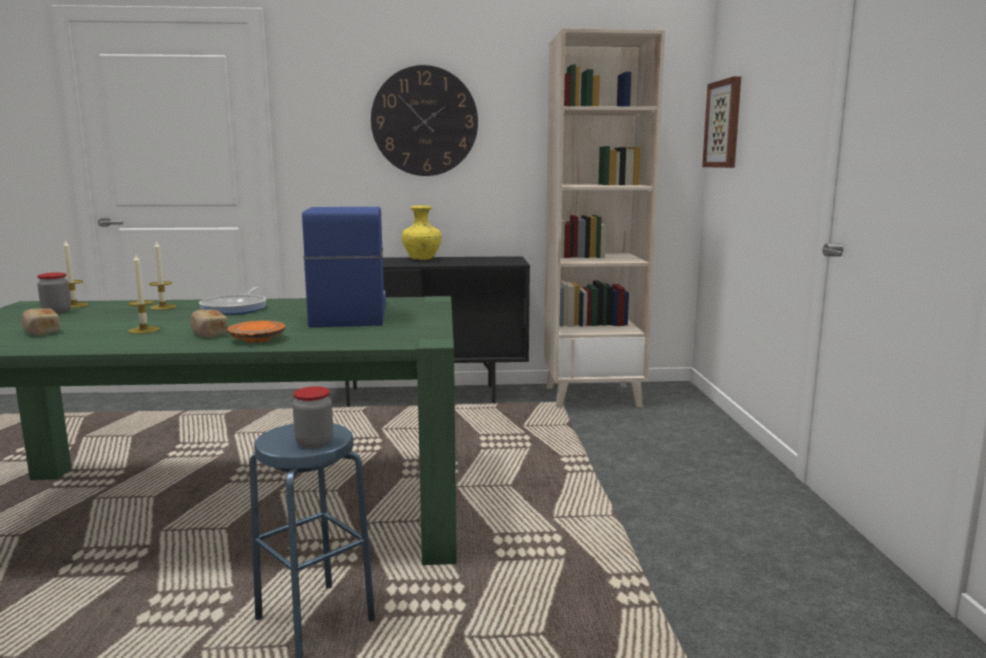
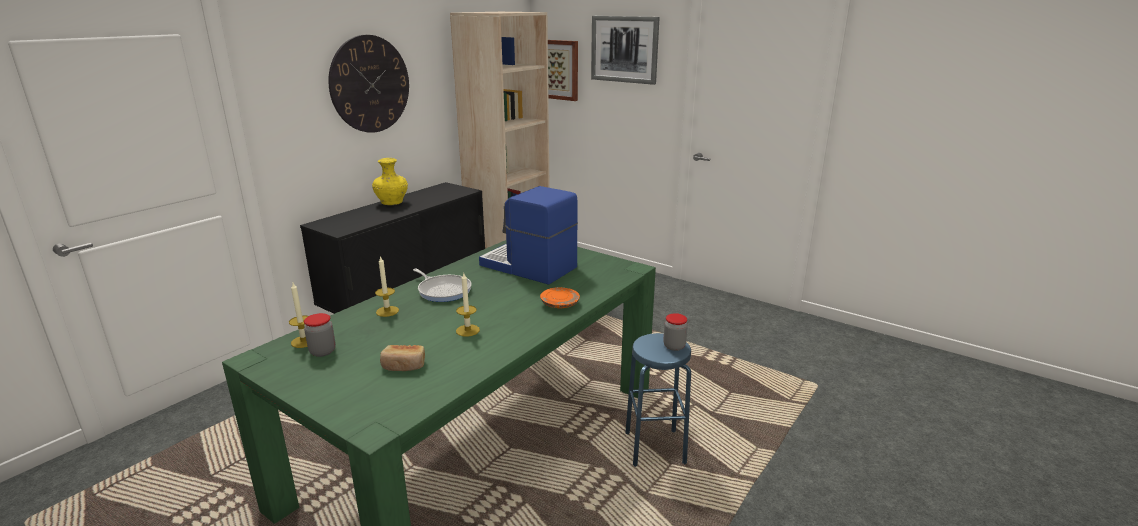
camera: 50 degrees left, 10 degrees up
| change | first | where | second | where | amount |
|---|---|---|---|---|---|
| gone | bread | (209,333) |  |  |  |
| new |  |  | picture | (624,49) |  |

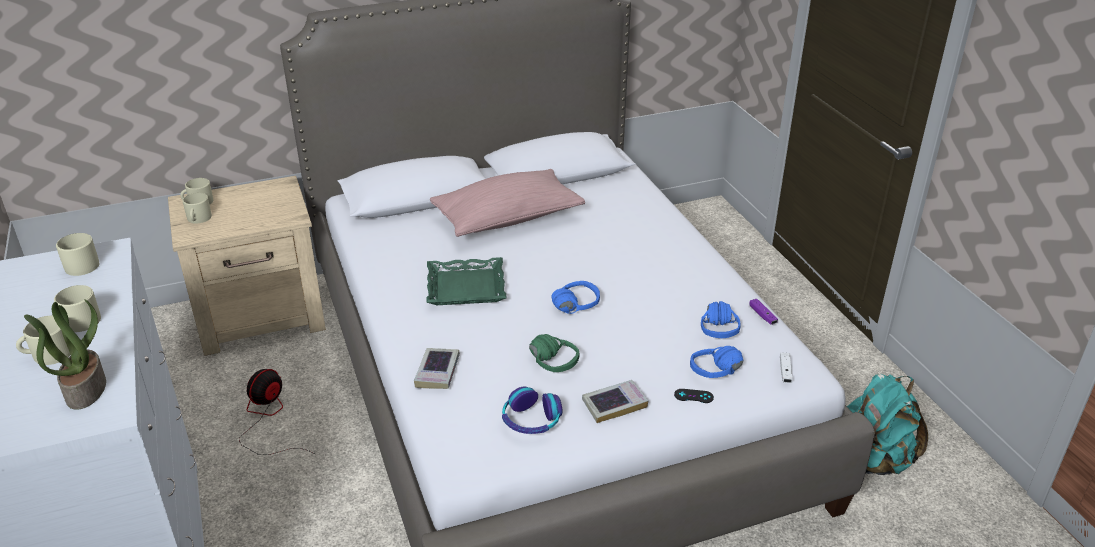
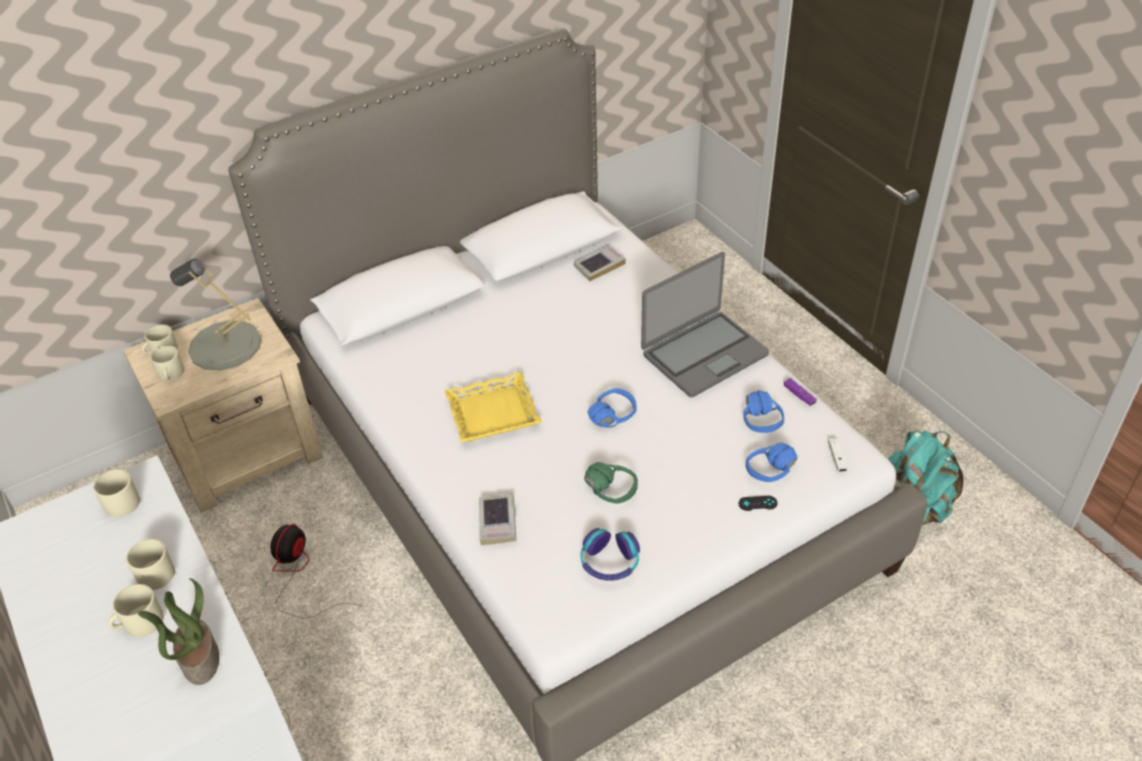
camera: 10 degrees left, 10 degrees up
| change | first | where | second | where | amount |
|---|---|---|---|---|---|
| gone | pillow (pink) | (507,218) |  |  |  |
| repainted | tray (green) | (466,288) | tray (yellow) | (493,414) |  |
| shifted | book | (614,404) |  | (599,266) |  |
| new |  |  | laptop | (703,354) |  |
| new |  |  | table lamp (grey) | (225,345) |  |

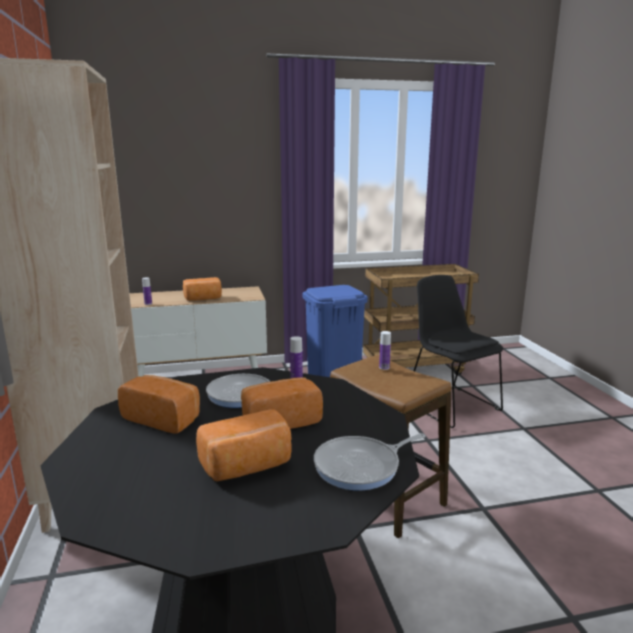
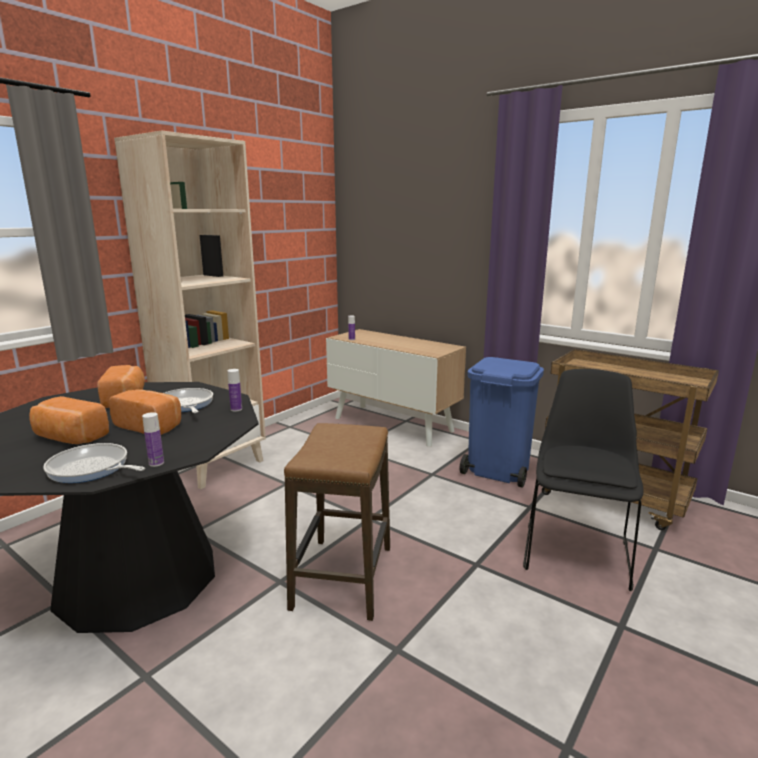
camera: 50 degrees right, 0 degrees up
| change | first | where | second | where | amount |
|---|---|---|---|---|---|
| gone | bread | (203,299) |  |  |  |
| shifted | bottle | (384,367) |  | (156,463) |  |

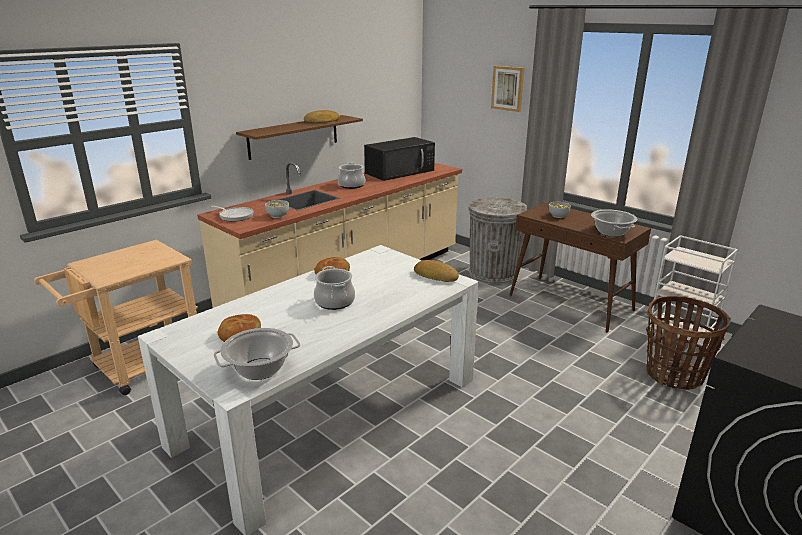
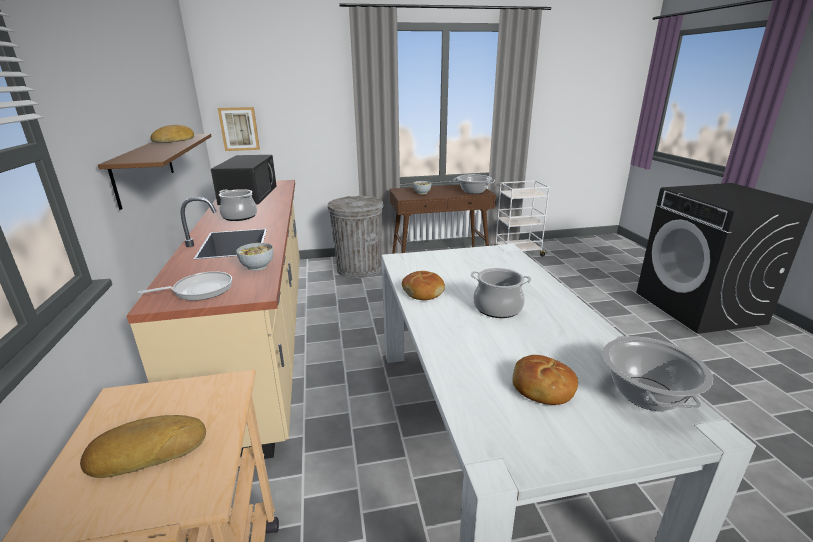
camera: 55 degrees left, 0 degrees up
| change | first | where | second | where | amount |
|---|---|---|---|---|---|
| shifted | picture | (508,88) |  | (239,129) |  |
| shifted | bread | (436,275) |  | (147,450) |  |
| gone | basket | (674,375) |  |  |  |

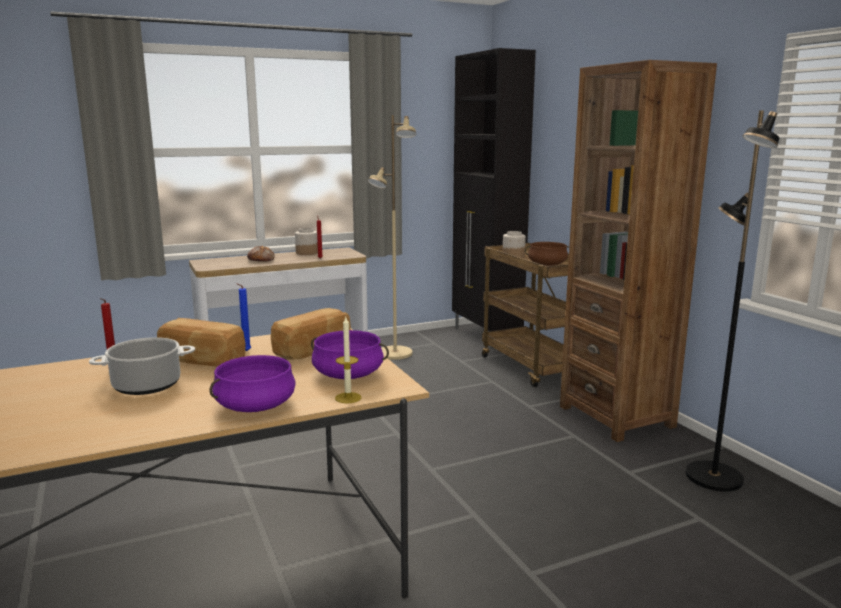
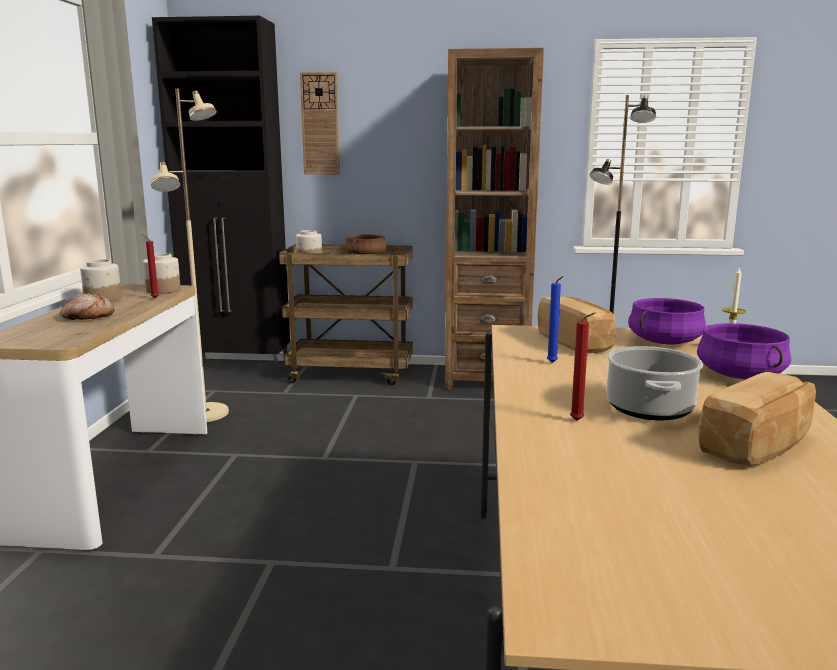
camera: 60 degrees left, 0 degrees up
| change | first | where | second | where | amount |
|---|---|---|---|---|---|
| shifted | bread | (201,360) |  | (759,446) |  |
| new |  |  | wall clock | (320,124) |  |
| new |  |  | jar | (163,290) |  |

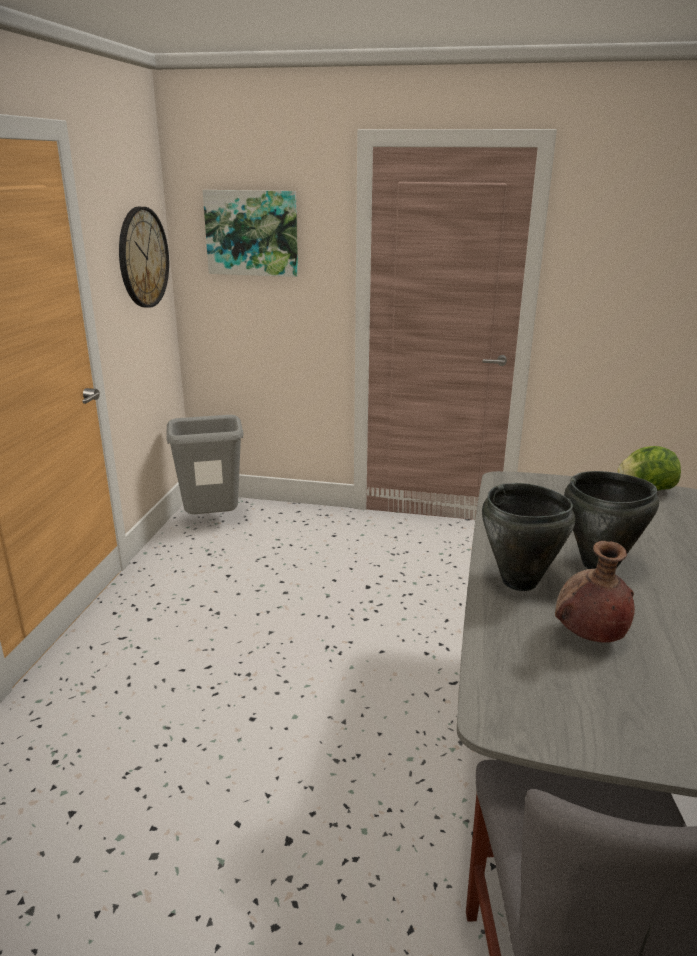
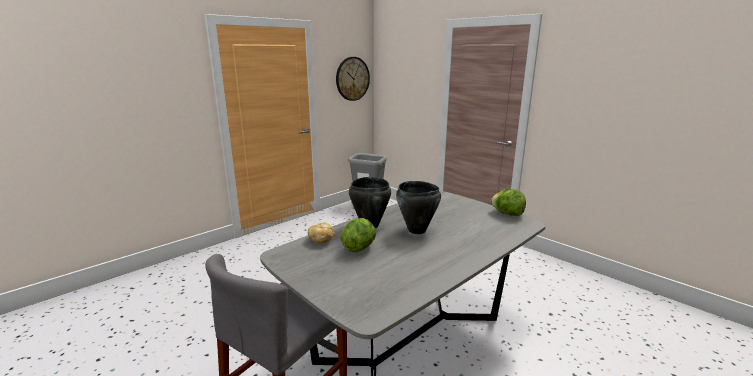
camera: 35 degrees right, 5 degrees down
| change | first | where | second | where | amount |
|---|---|---|---|---|---|
| gone | picture | (252,233) |  |  |  |
| swapped | vase (brown) | (588,637) | lettuce | (359,247) |  |
| new |  |  | bread | (322,239) |  |

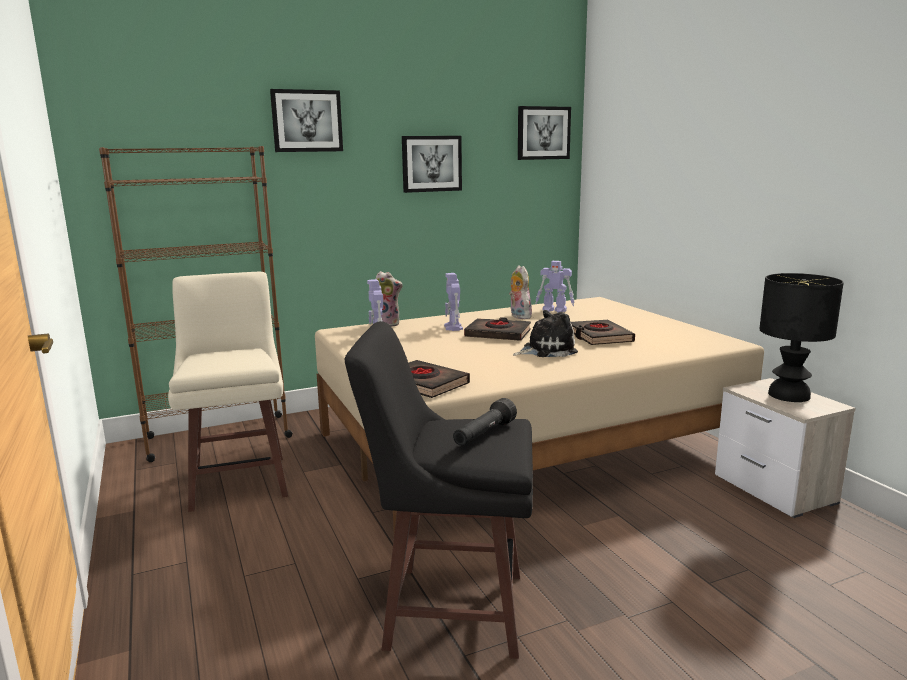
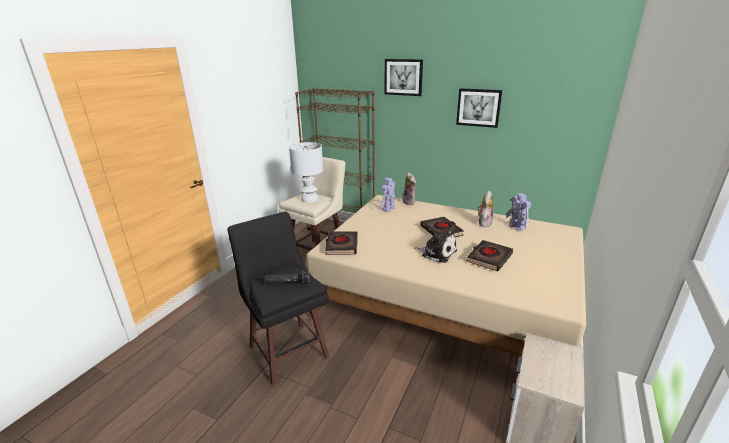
camera: 50 degrees right, 10 degrees up
| change | first | where | second | where | amount |
|---|---|---|---|---|---|
| gone | picture | (543,133) |  |  |  |
| gone | toy robot | (453,327) |  |  |  |
| gone | table lamp (black) | (788,395) |  |  |  |
| new |  |  | table lamp (white) | (309,199) |  |

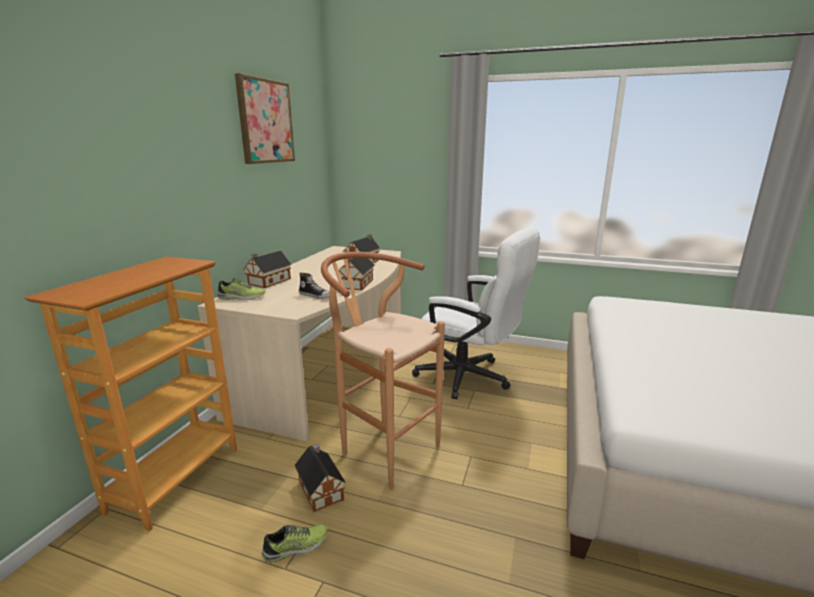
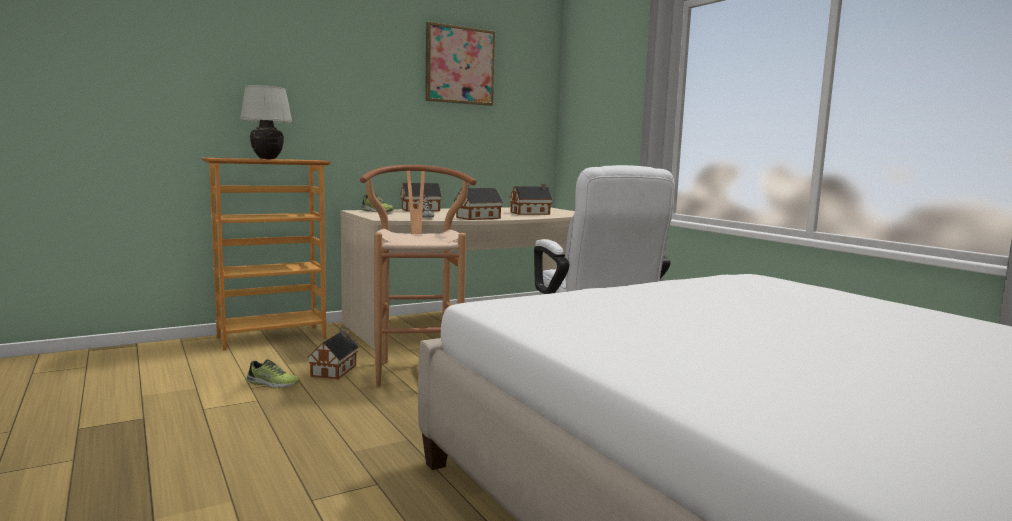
camera: 40 degrees right, 10 degrees down
| change | first | where | second | where | amount |
|---|---|---|---|---|---|
| new |  |  | table lamp (white) | (267,159) |  |

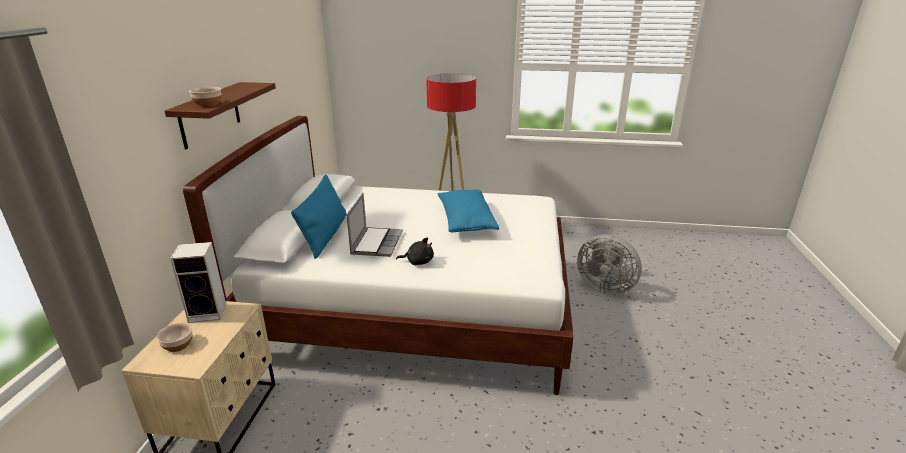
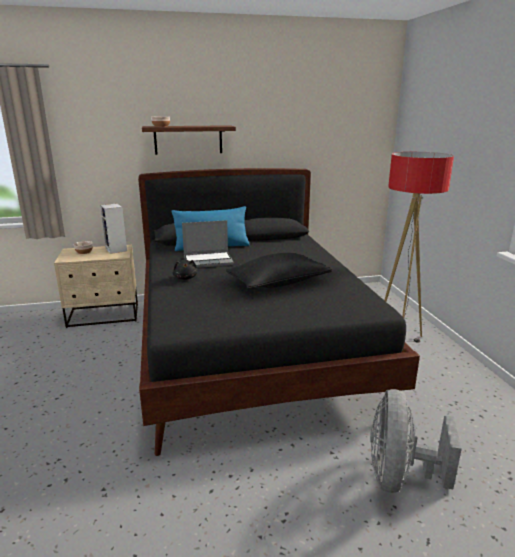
camera: 70 degrees right, 5 degrees down
| change | first | where | second | where | amount |
|---|---|---|---|---|---|
| repainted | bed (white) | (414,308) | bed (black) | (250,348) |  |
| repainted | pillow (blue) | (466,222) | pillow (black) | (278,283) |  |

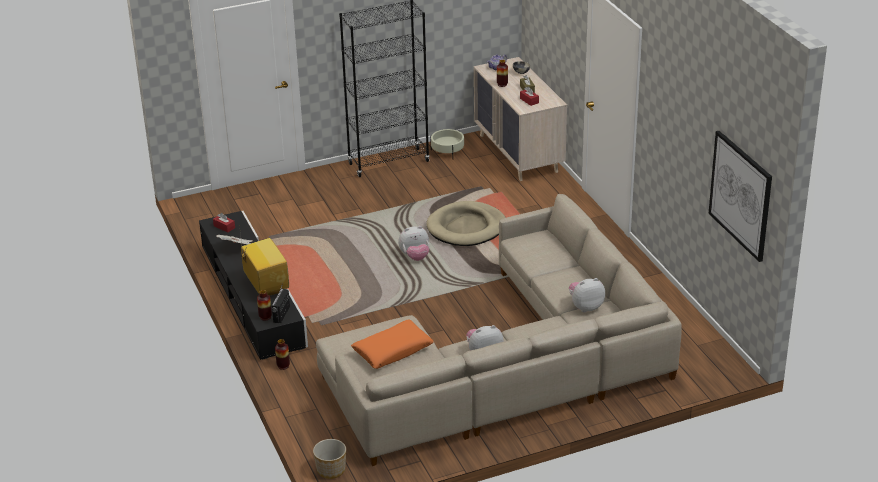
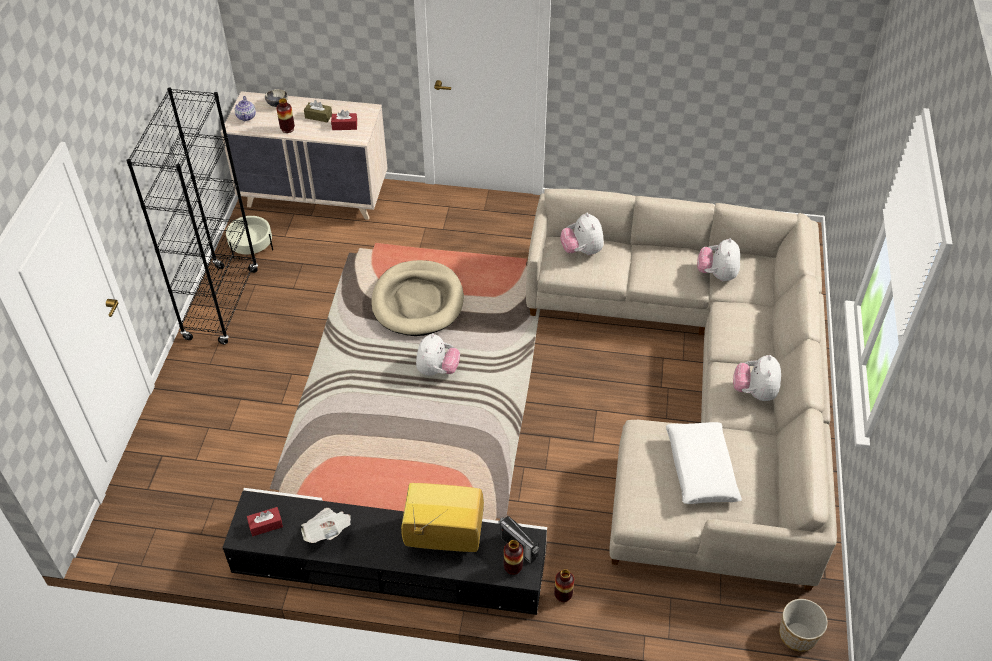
camera: 60 degrees left, 15 degrees up
| change | first | where | second | where | amount |
|---|---|---|---|---|---|
| gone | picture | (740,195) |  |  |  |
| repainted | pillow (orange) | (392,351) | pillow (white) | (700,469) |  |
| new |  |  | plush toy | (582,251) |  |

